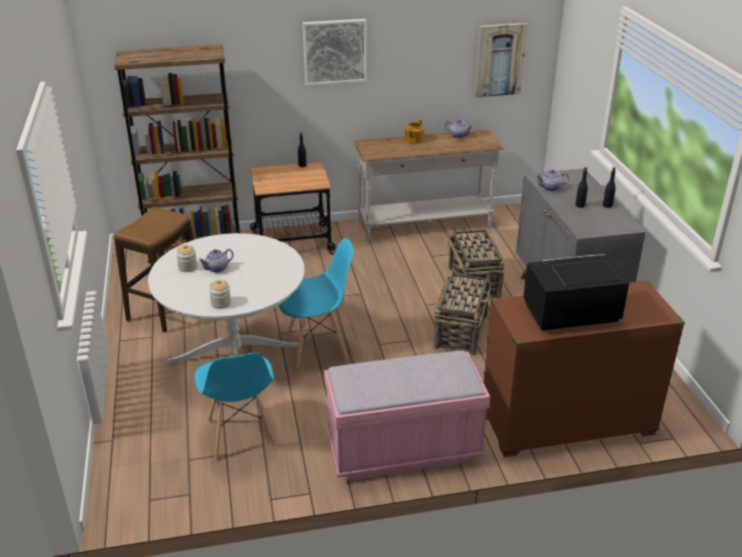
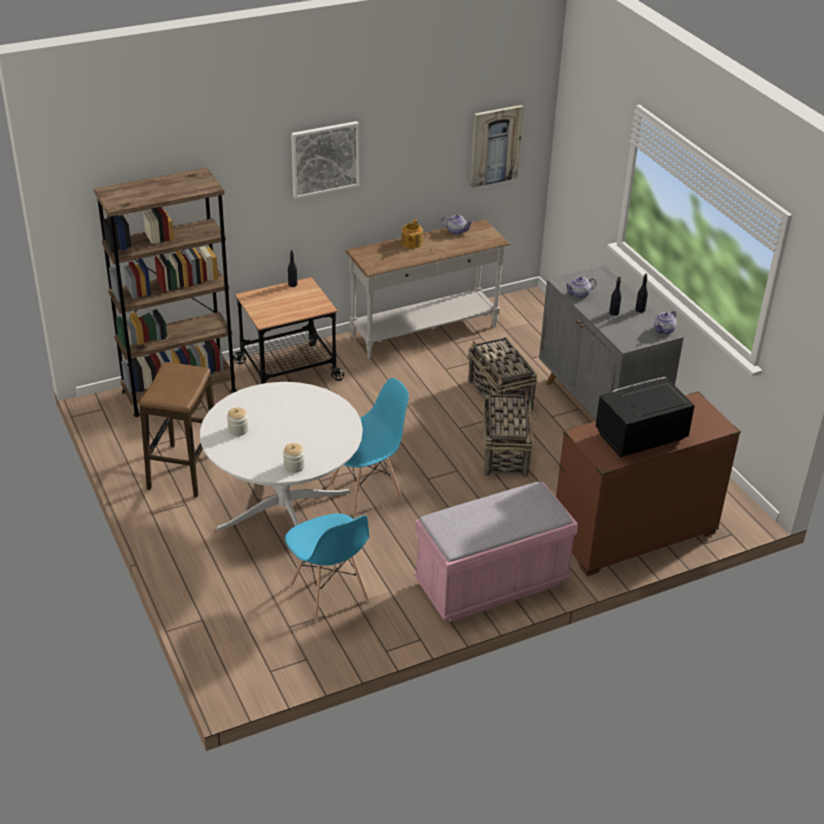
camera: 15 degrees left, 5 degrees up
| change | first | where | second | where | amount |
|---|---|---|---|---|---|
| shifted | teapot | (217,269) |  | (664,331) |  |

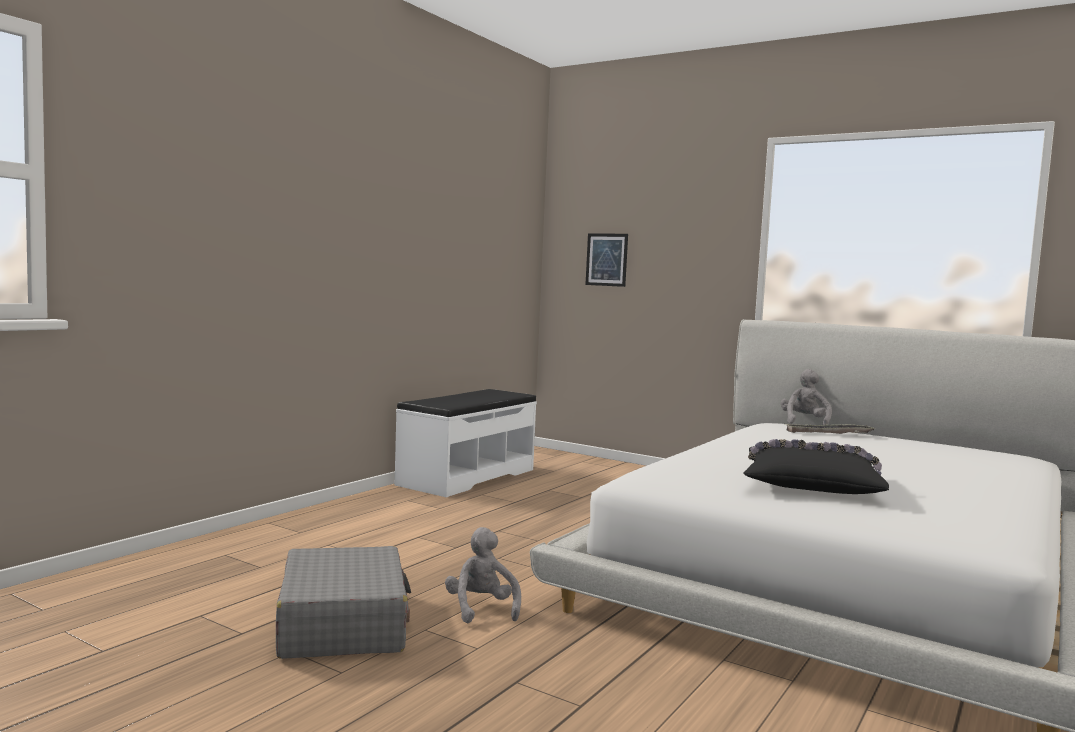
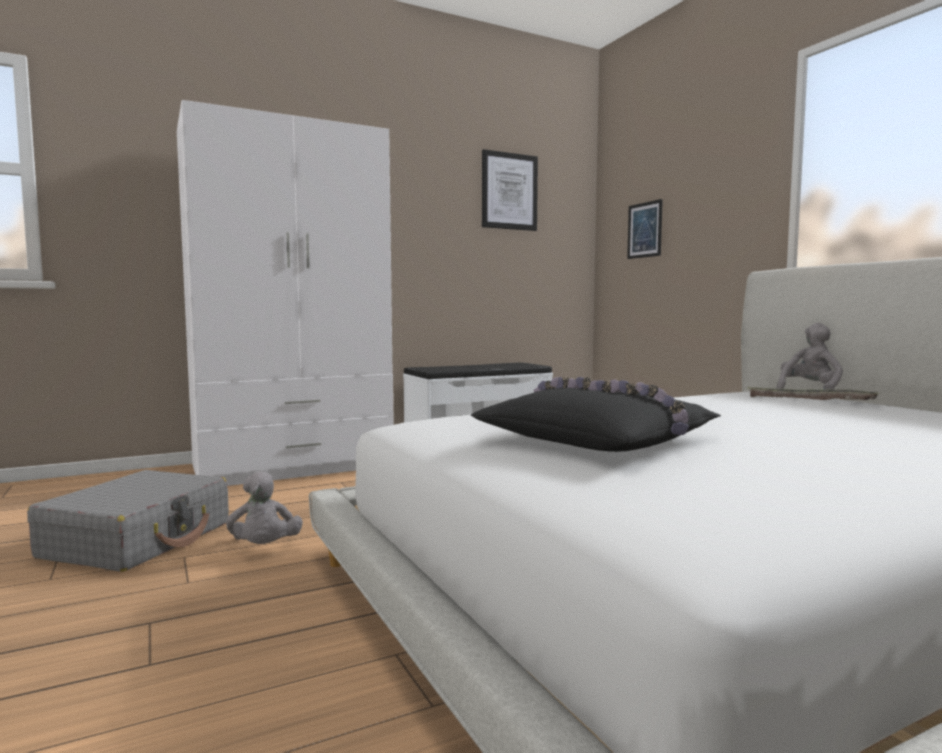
camera: 30 degrees right, 0 degrees up
| change | first | where | second | where | amount |
|---|---|---|---|---|---|
| rotated | plush toy (grey) | (481,609) |  | (264,548) | 150 degrees clockwise |
| new |  |  | wardrobe (white) | (293,466) |  |
| new |  |  | picture | (509,191) |  |

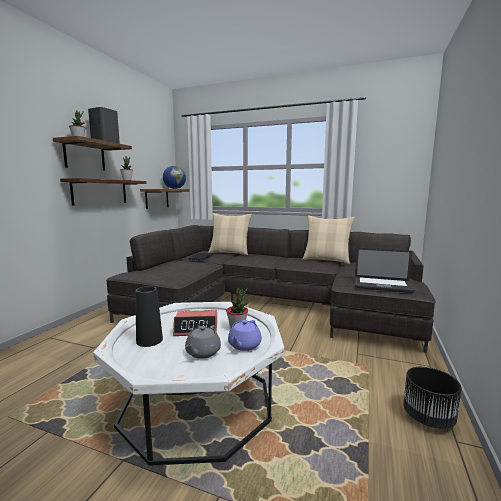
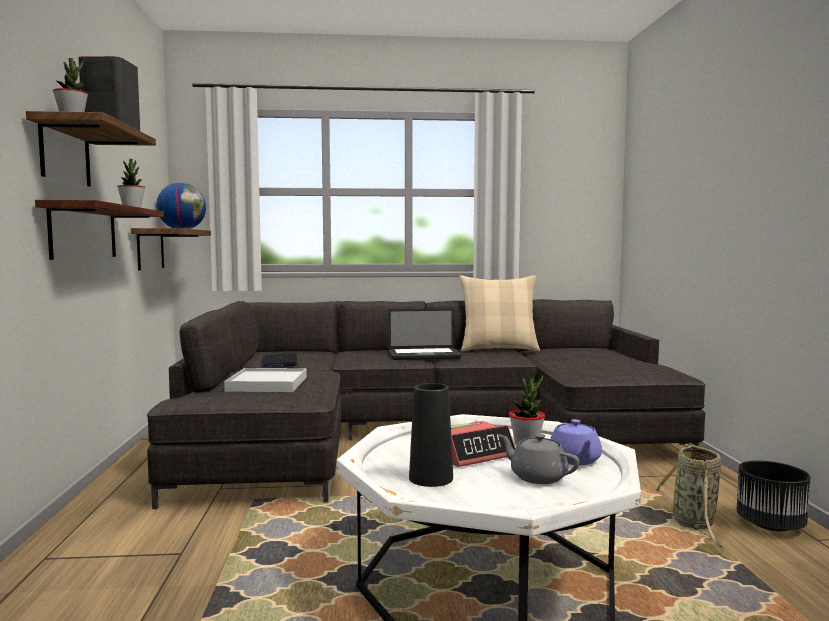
camera: 25 degrees left, 5 degrees down
| change | first | where | second | where | amount |
|---|---|---|---|---|---|
| gone | pillow (beige) | (229,253) |  |  |  |
| shifted | laptop | (382,285) |  | (424,355) |  |
| rotated | teapot (grey) | (202,353) |  | (537,477) | 135 degrees clockwise |
| new |  |  | tray (white) | (267,384) |  |
| new |  |  | basket | (694,524) |  |

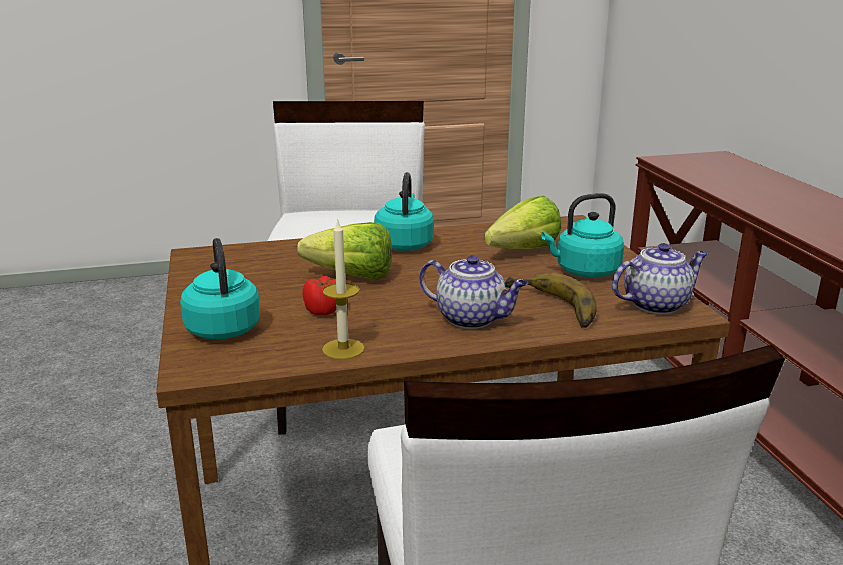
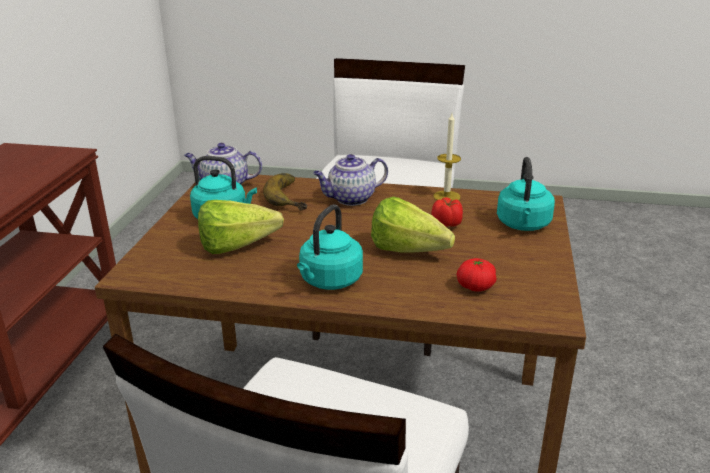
camera: 155 degrees left, 5 degrees up
| change | first | where | second | where | amount |
|---|---|---|---|---|---|
| rotated | teapot | (472,319) |  | (350,199) | 75 degrees counterclockwise |
| new |  |  | tomato | (475,287) |  |

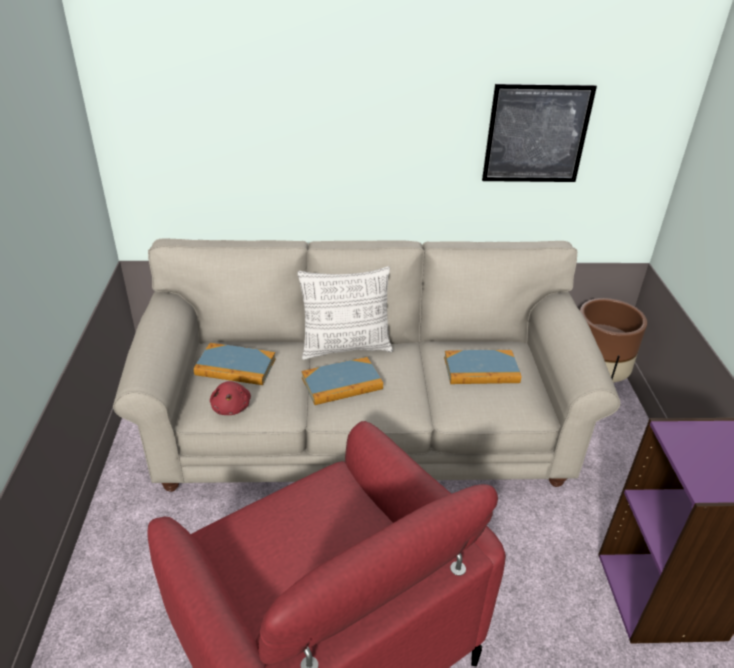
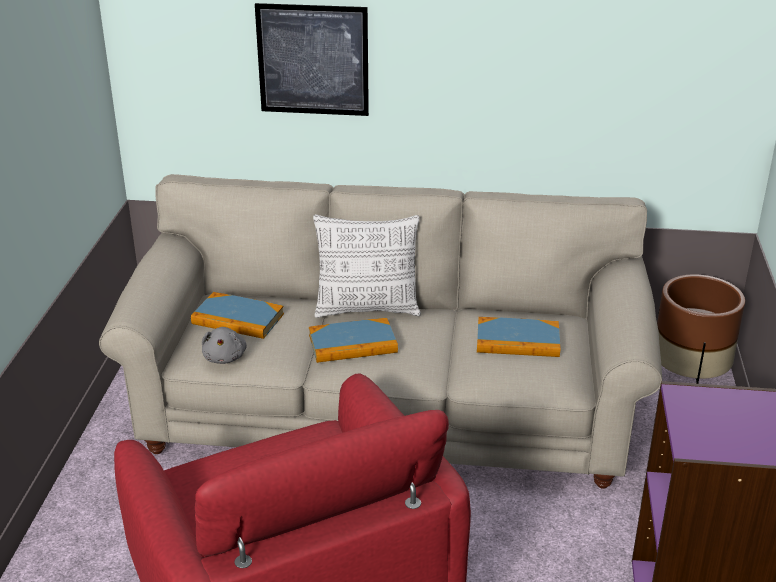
camera: 10 degrees right, 5 degrees down
| change | first | where | second | where | amount |
|---|---|---|---|---|---|
| shifted | picture | (536,134) |  | (313,60) |  |
| repainted | plush toy (red) | (231,407) | plush toy (grey) | (225,357) |  |

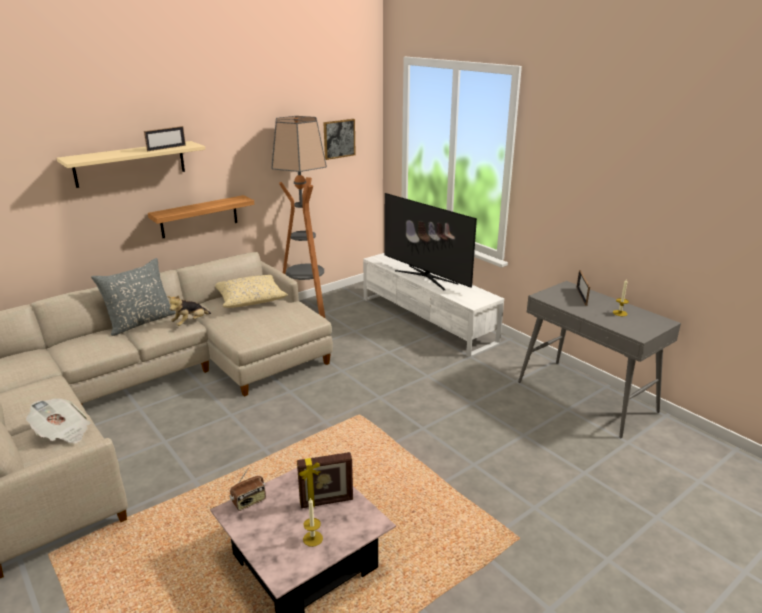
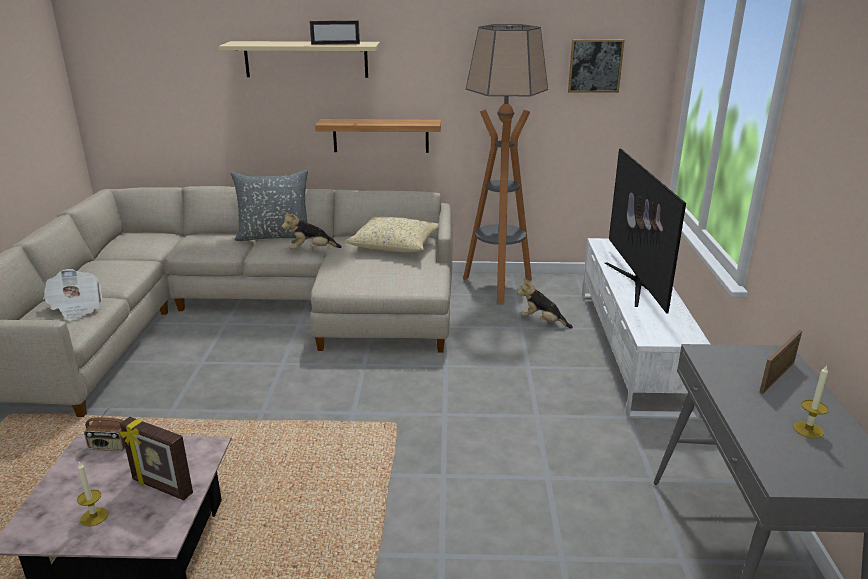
camera: 40 degrees right, 0 degrees up
| change | first | where | second | where | amount |
|---|---|---|---|---|---|
| new |  |  | plush toy | (542,322) |  |

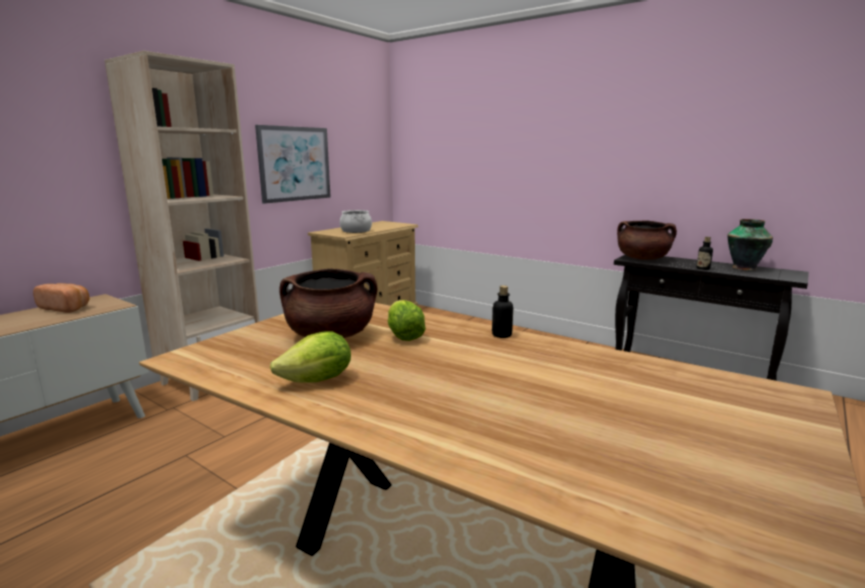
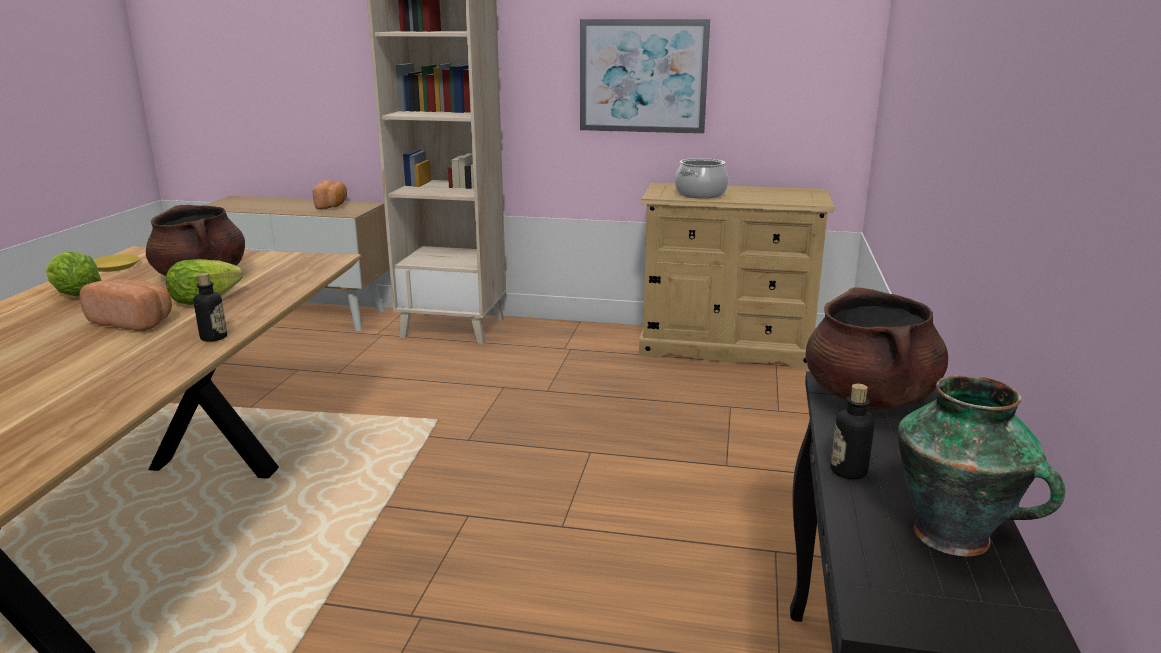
camera: 65 degrees right, 5 degrees up
| change | first | where | second | where | amount |
|---|---|---|---|---|---|
| new |  |  | plate (yellow) | (114,266) |  |
| new |  |  | bread | (134,322) |  |

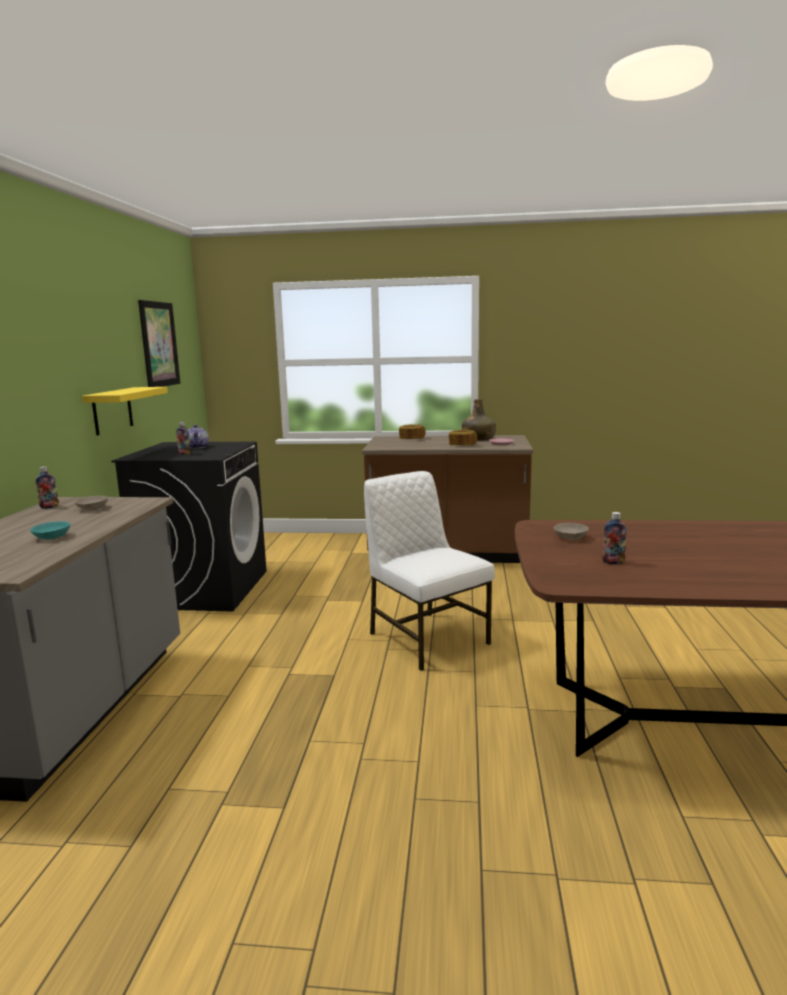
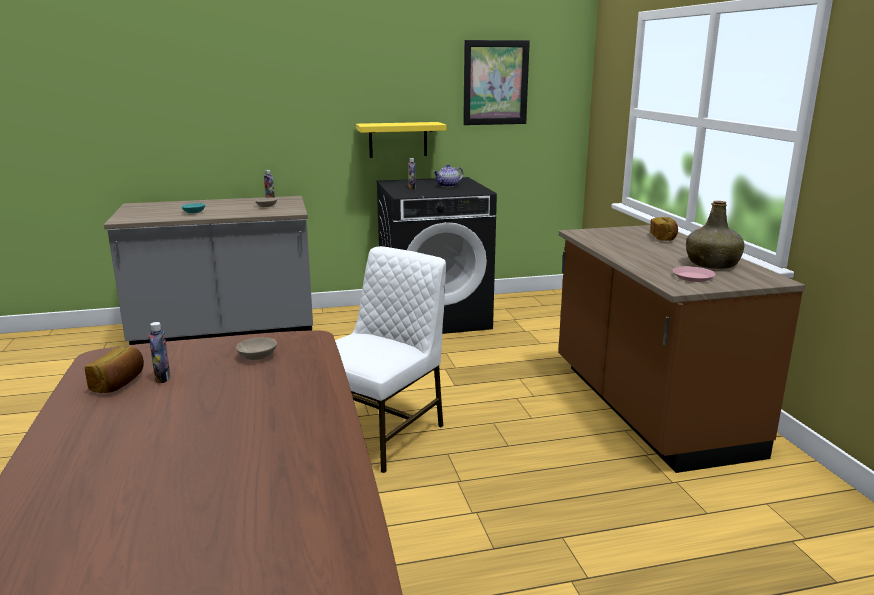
camera: 70 degrees right, 5 degrees up
| change | first | where | second | where | amount |
|---|---|---|---|---|---|
| shifted | bread | (462,445) |  | (119,383) |  |

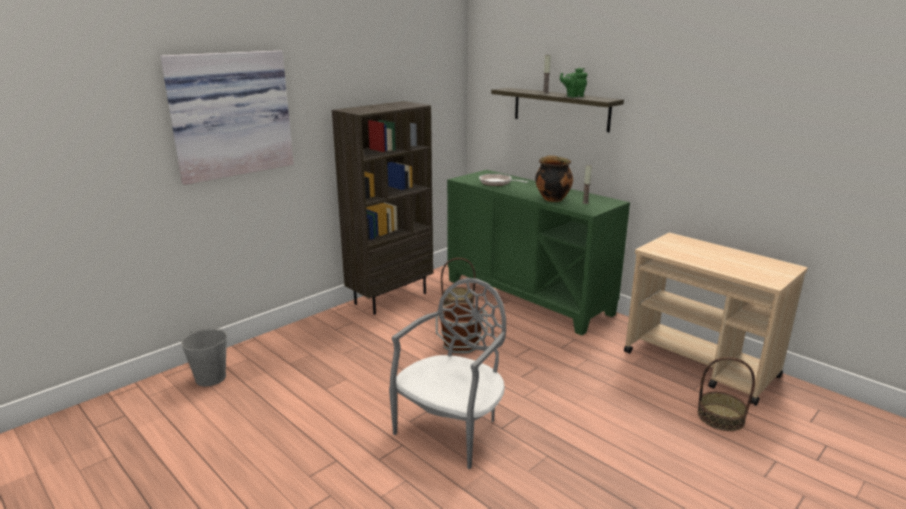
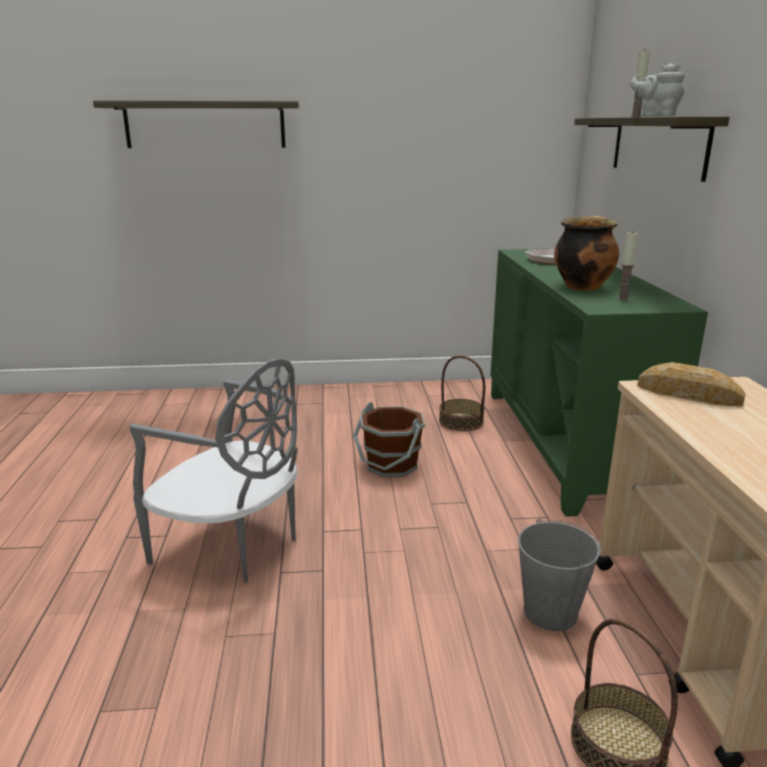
camera: 40 degrees right, 0 degrees up
| change | first | where | second | where | amount |
|---|---|---|---|---|---|
| swapped | picture | (230,114) | shelf | (205,125) |  |
| repainted | teapot (green) | (573,96) | teapot (grey) | (655,116) |  |
| gone | bookcase (brown) | (390,298) |  |  |  |
| rotated | chair (grey) | (452,429) |  | (232,546) | 45 degrees clockwise |
| shifted | bucket (grey) | (210,378) |  | (550,612) |  |
| new |  |  | bread | (688,394) |  |

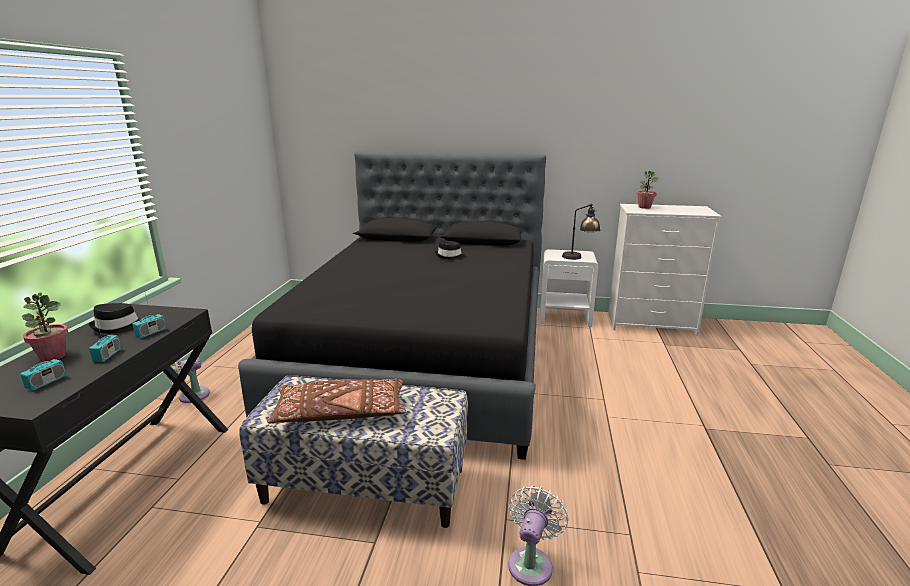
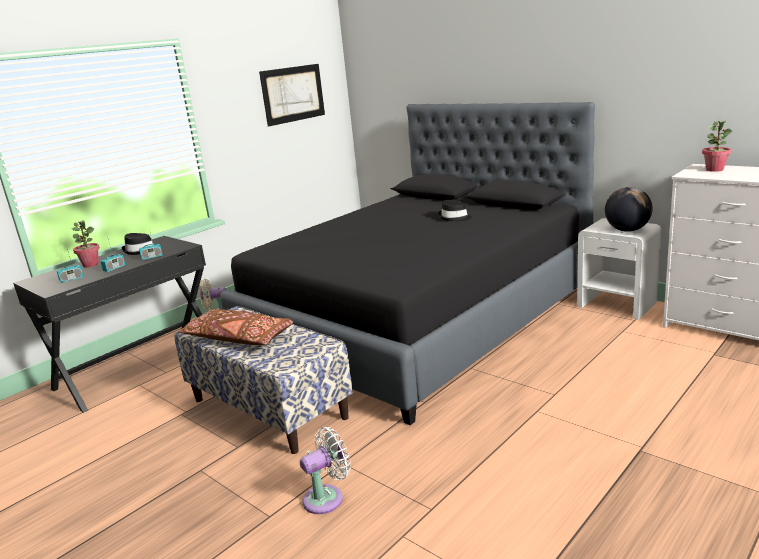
camera: 35 degrees right, 0 degrees up
| change | first | where | second | where | amount |
|---|---|---|---|---|---|
| swapped | table lamp | (579,257) | globe | (627,230) |  |
| new |  |  | picture | (293,94) |  |

